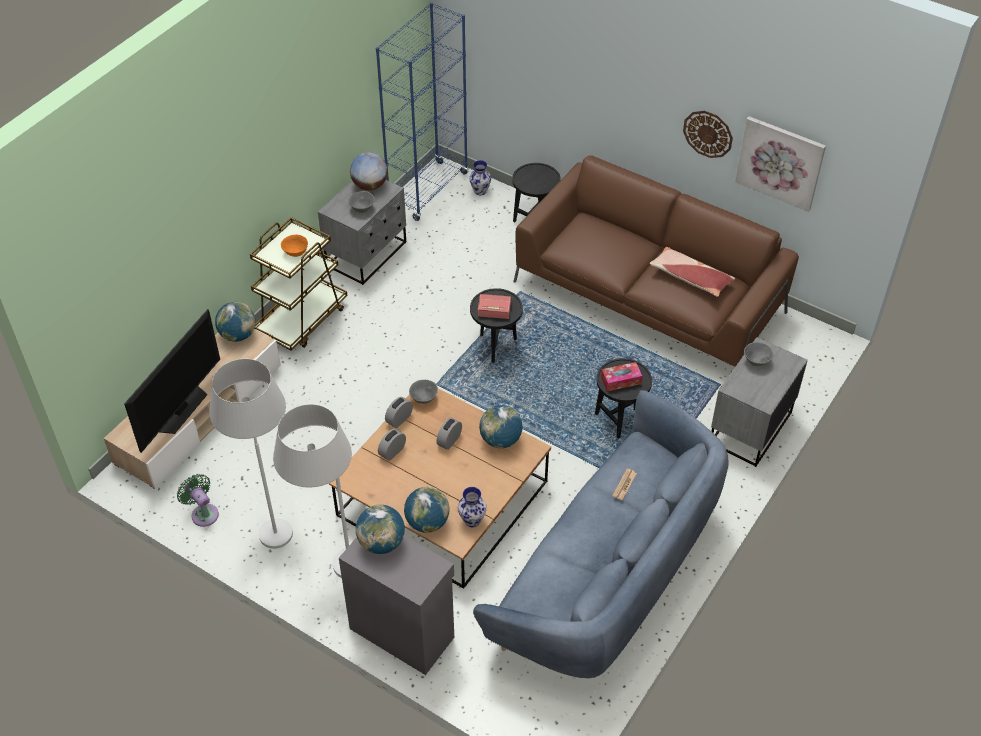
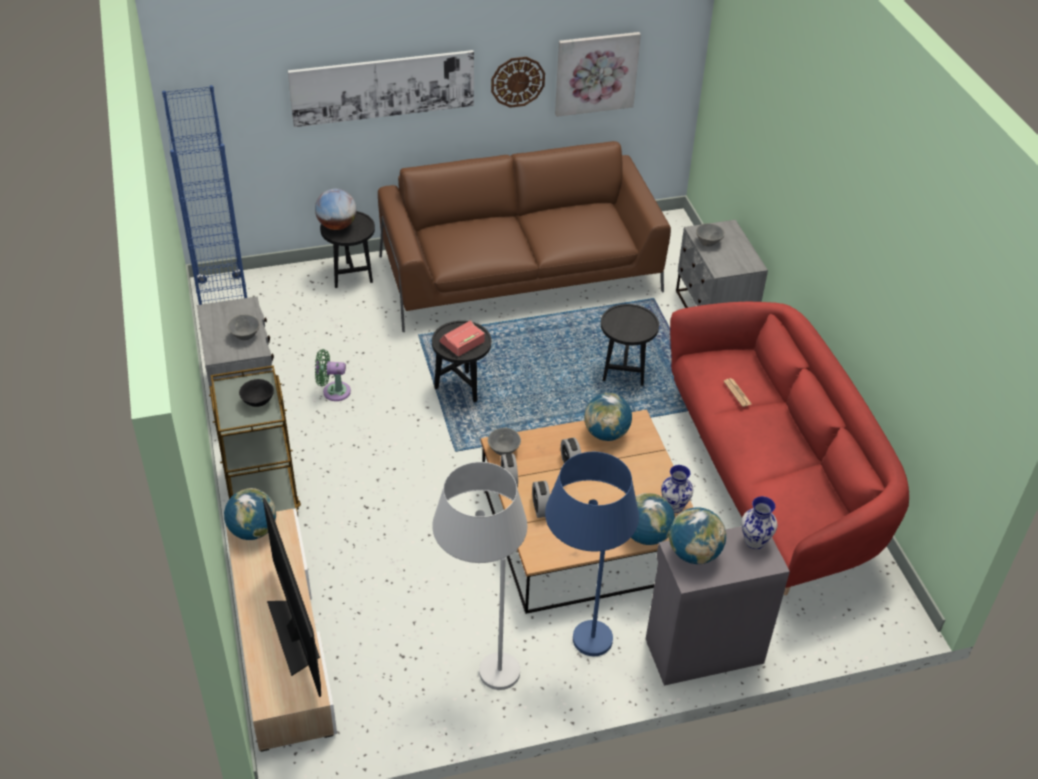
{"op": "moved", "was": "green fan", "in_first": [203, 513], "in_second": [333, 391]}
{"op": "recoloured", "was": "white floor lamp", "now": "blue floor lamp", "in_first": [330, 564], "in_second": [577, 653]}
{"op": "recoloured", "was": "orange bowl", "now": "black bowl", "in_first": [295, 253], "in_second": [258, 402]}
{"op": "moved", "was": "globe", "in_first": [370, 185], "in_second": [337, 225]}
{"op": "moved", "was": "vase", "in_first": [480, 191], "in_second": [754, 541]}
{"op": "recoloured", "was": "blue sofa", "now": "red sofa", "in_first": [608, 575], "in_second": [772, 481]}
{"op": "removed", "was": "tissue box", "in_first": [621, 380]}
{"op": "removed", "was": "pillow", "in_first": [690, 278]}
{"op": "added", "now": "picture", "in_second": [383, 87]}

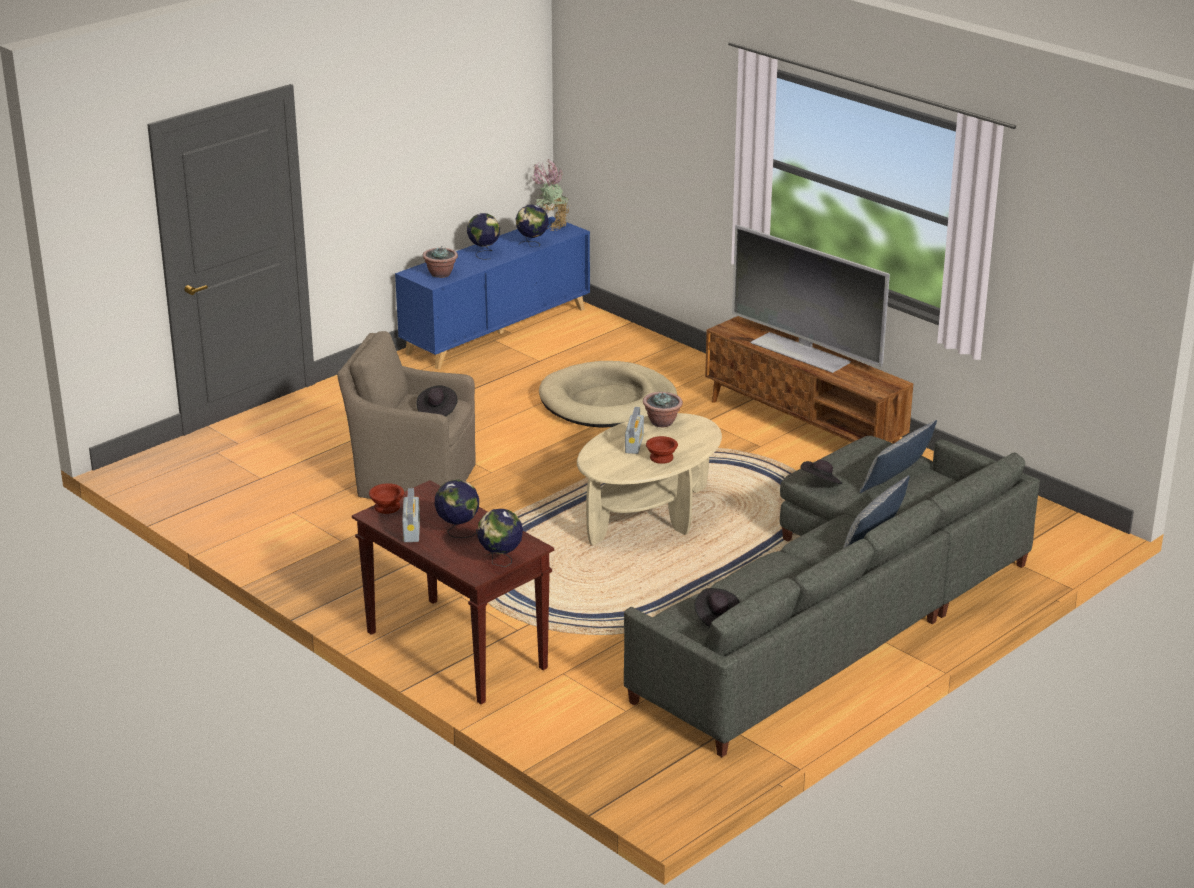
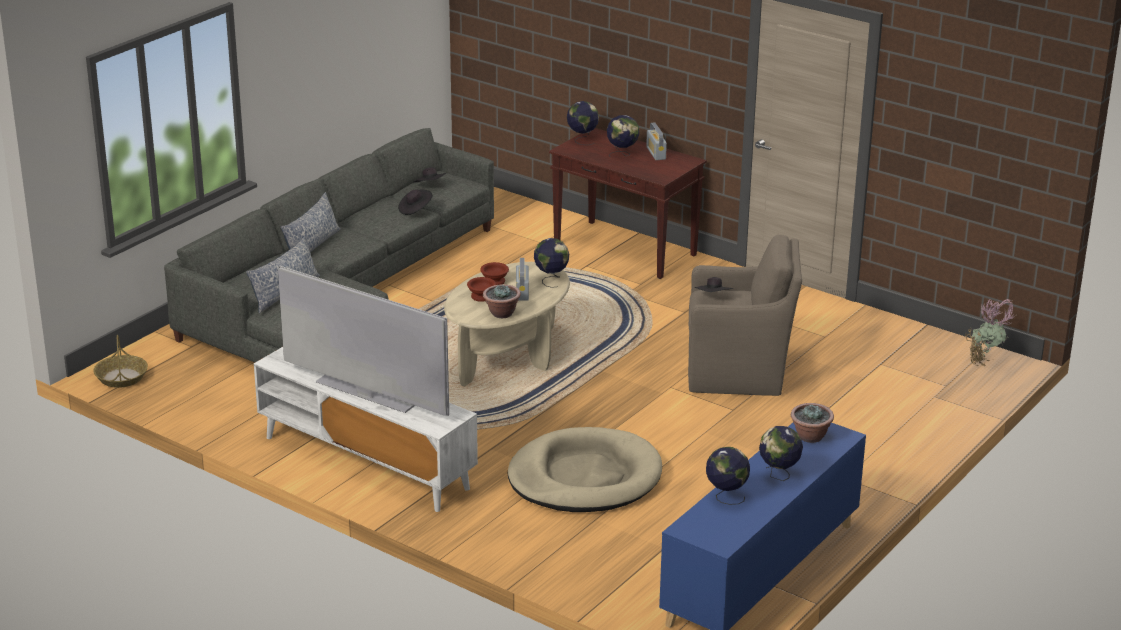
{"op": "moved", "was": "brown bowl", "in_first": [388, 508], "in_second": [480, 296]}
{"op": "moved", "was": "potted plant", "in_first": [552, 226], "in_second": [985, 363]}
{"op": "recoloured", "was": "brown tv stand", "now": "white tv stand", "in_first": [804, 428], "in_second": [365, 462]}
{"op": "moved", "was": "black hat", "in_first": [821, 483], "in_second": [415, 209]}
{"op": "added", "now": "basket", "in_second": [121, 377]}
{"op": "added", "now": "globe", "in_second": [551, 280]}

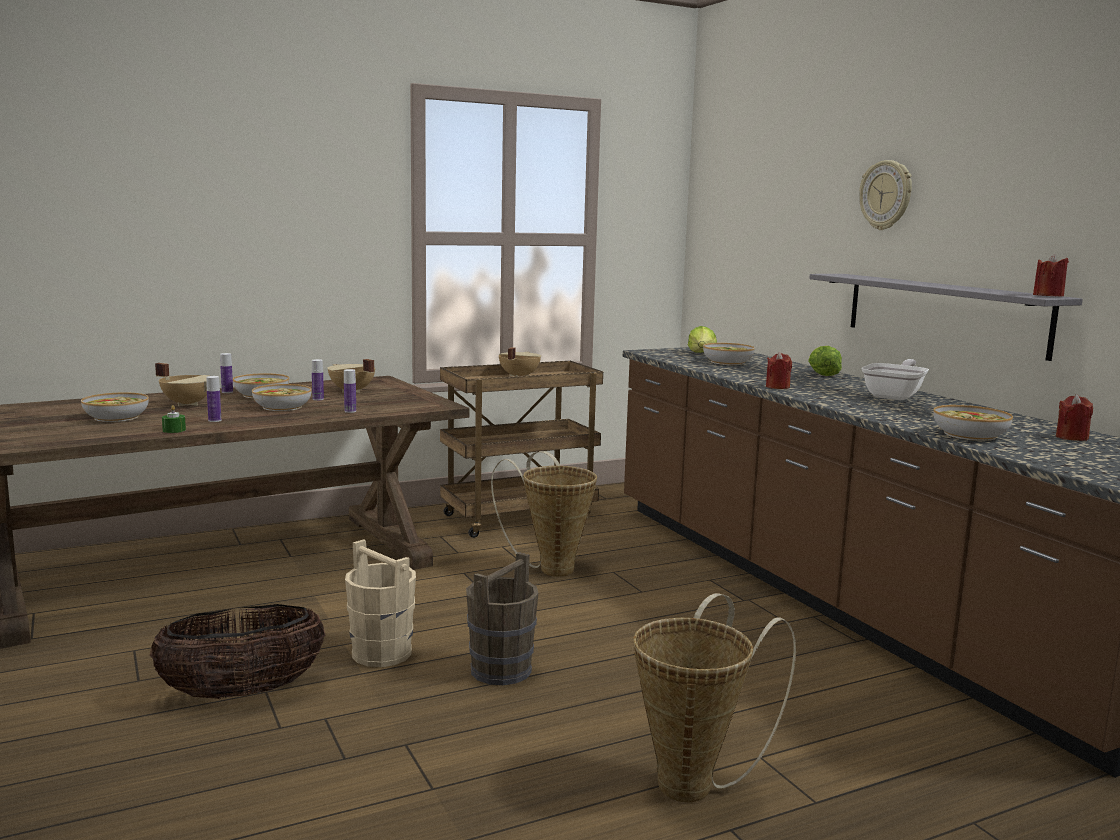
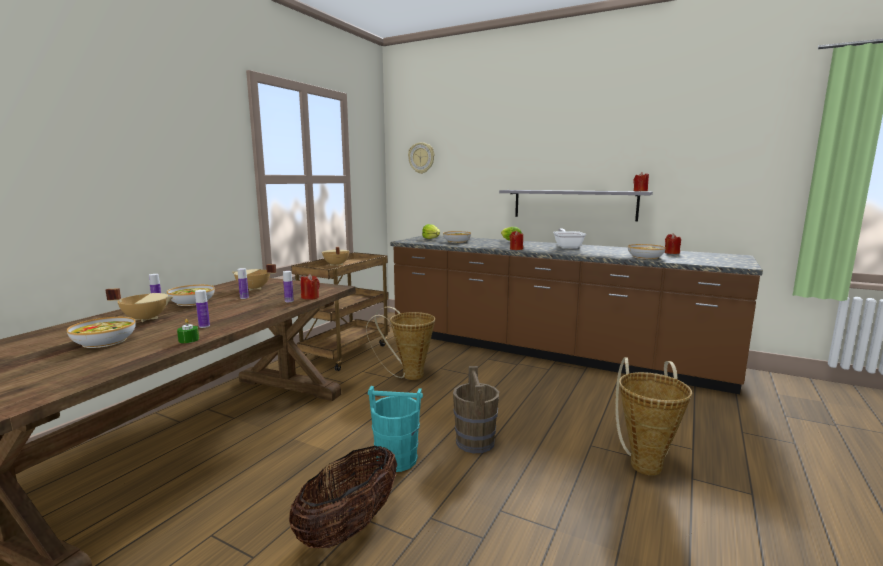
{"op": "removed", "was": "bowl", "in_first": [282, 407]}
{"op": "recoloured", "was": "beige bucket", "now": "turquoise bucket", "in_first": [381, 653], "in_second": [396, 459]}
{"op": "moved", "was": "wall clock", "in_first": [886, 195], "in_second": [421, 158]}
{"op": "added", "now": "red candle", "in_second": [310, 297]}

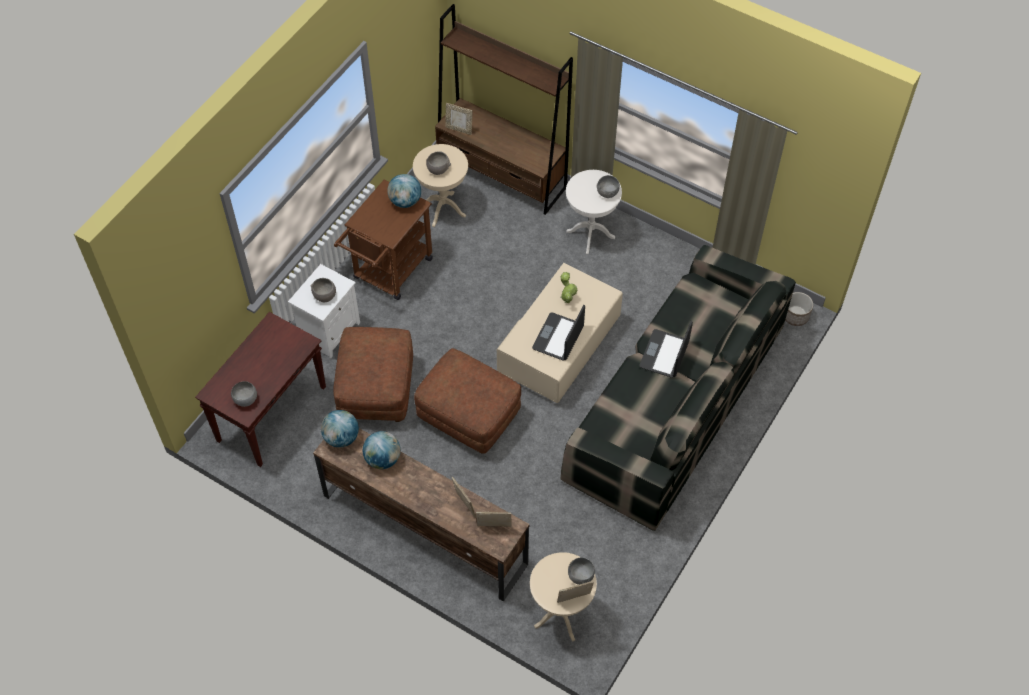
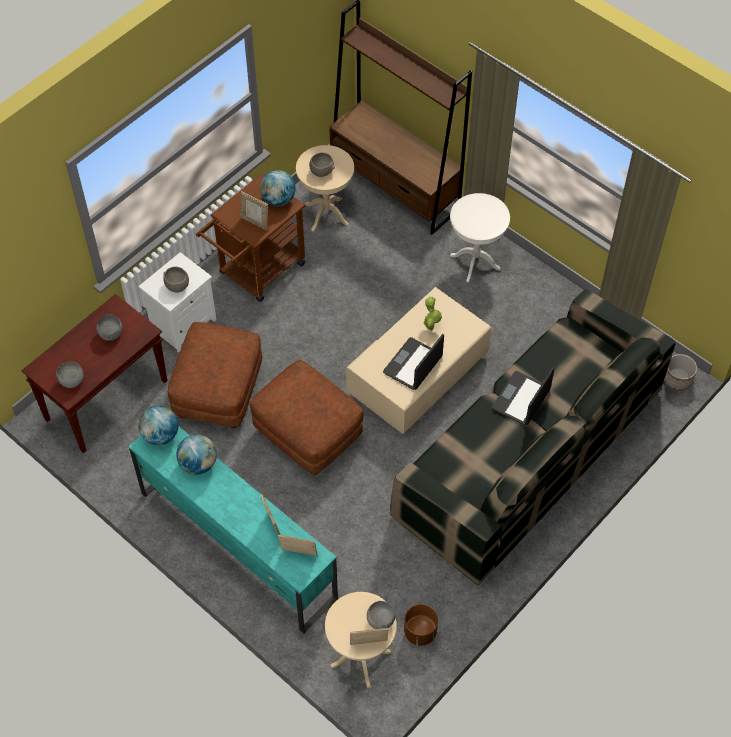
{"op": "recoloured", "was": "brown tv stand", "now": "turquoise tv stand", "in_first": [424, 529], "in_second": [237, 544]}
{"op": "moved", "was": "picture frame", "in_first": [459, 129], "in_second": [255, 222]}
{"op": "moved", "was": "grey bowl", "in_first": [608, 193], "in_second": [111, 334]}
{"op": "added", "now": "brown planter", "in_second": [420, 632]}

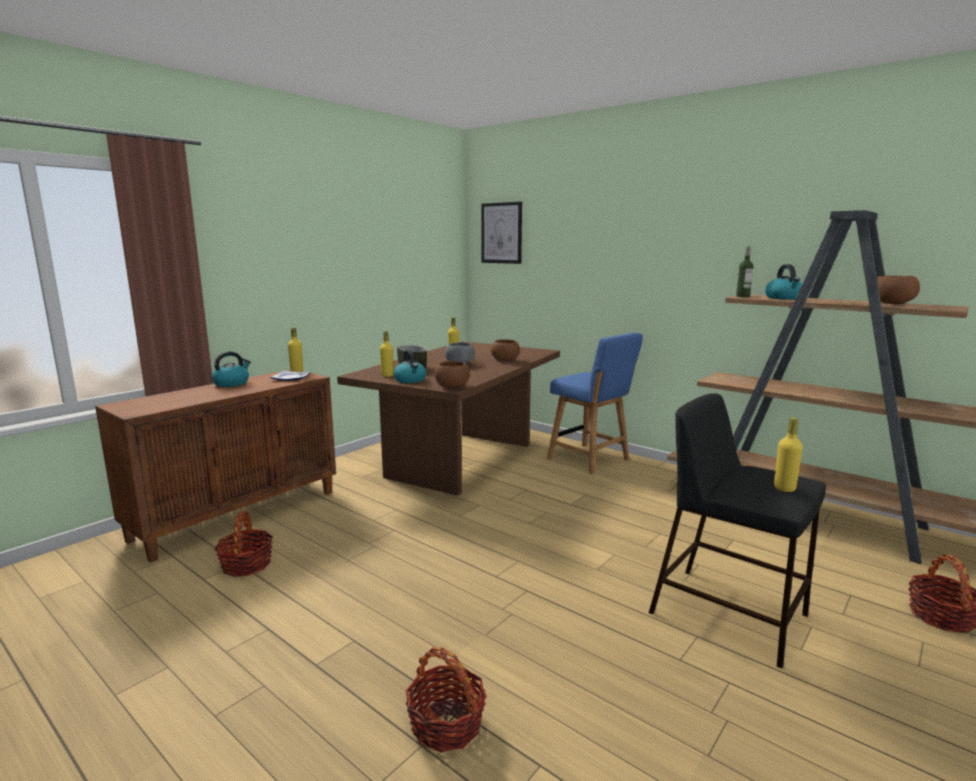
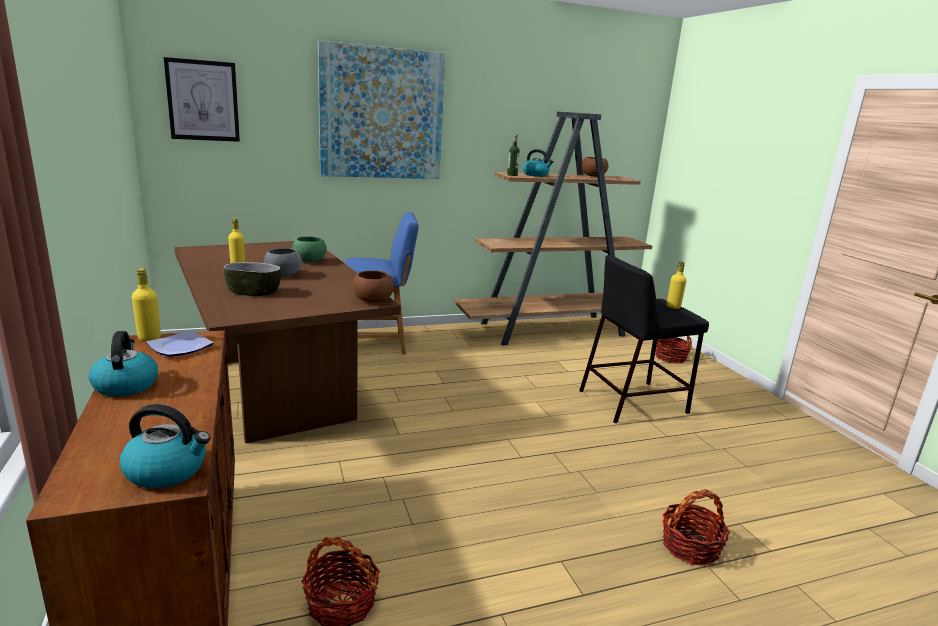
{"op": "removed", "was": "yellow bottle", "in_first": [387, 375]}
{"op": "moved", "was": "kettle", "in_first": [410, 380], "in_second": [168, 470]}
{"op": "recoloured", "was": "brown bowl", "now": "green bowl", "in_first": [505, 360], "in_second": [309, 261]}
{"op": "added", "now": "picture", "in_second": [382, 114]}

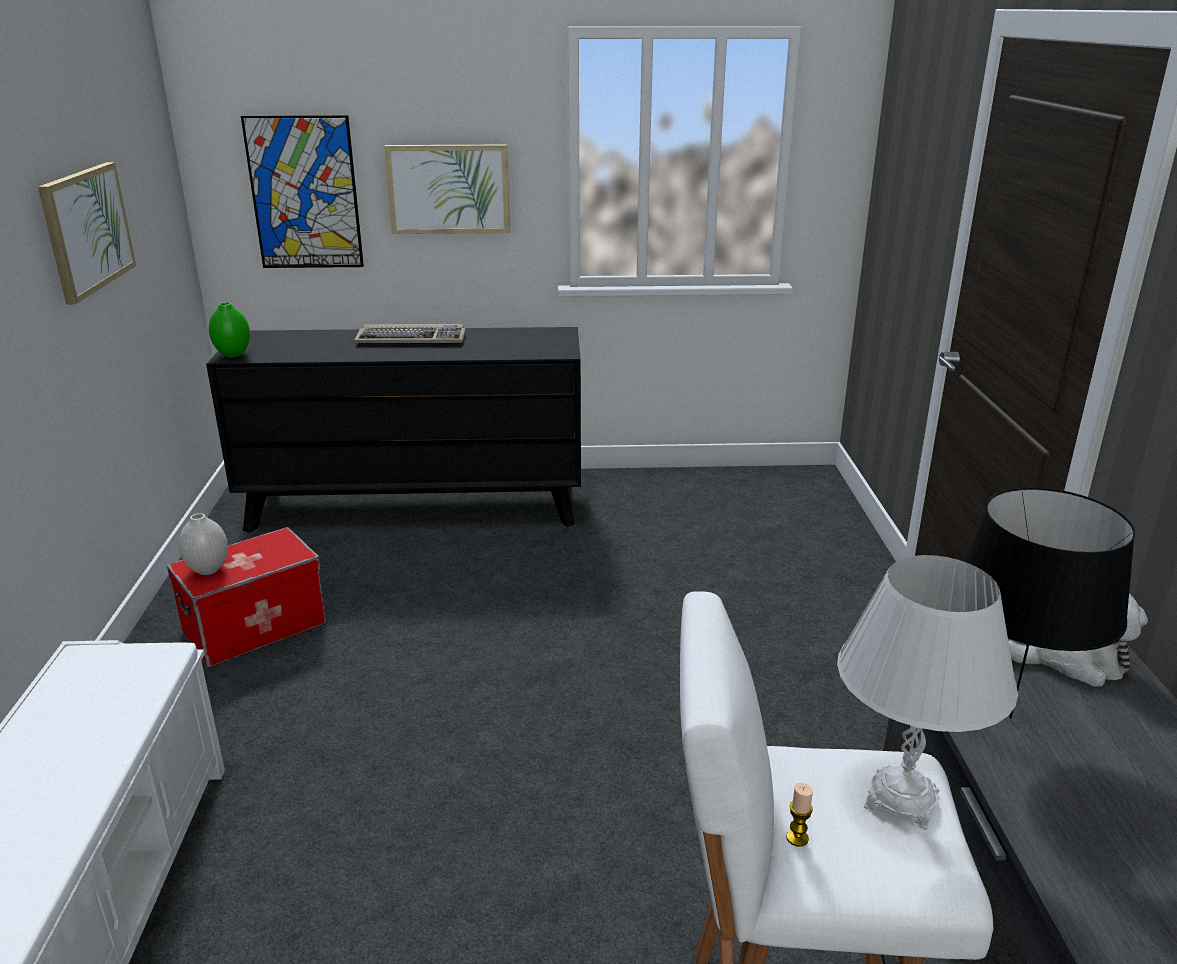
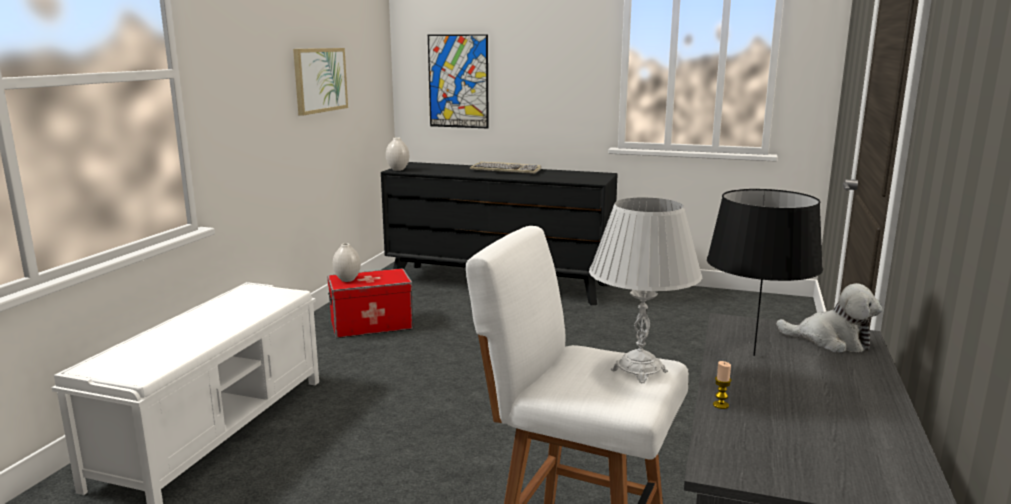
{"op": "recoloured", "was": "green vase", "now": "white vase", "in_first": [234, 354], "in_second": [398, 169]}
{"op": "removed", "was": "picture", "in_first": [448, 189]}
{"op": "moved", "was": "candle", "in_first": [797, 838], "in_second": [720, 405]}

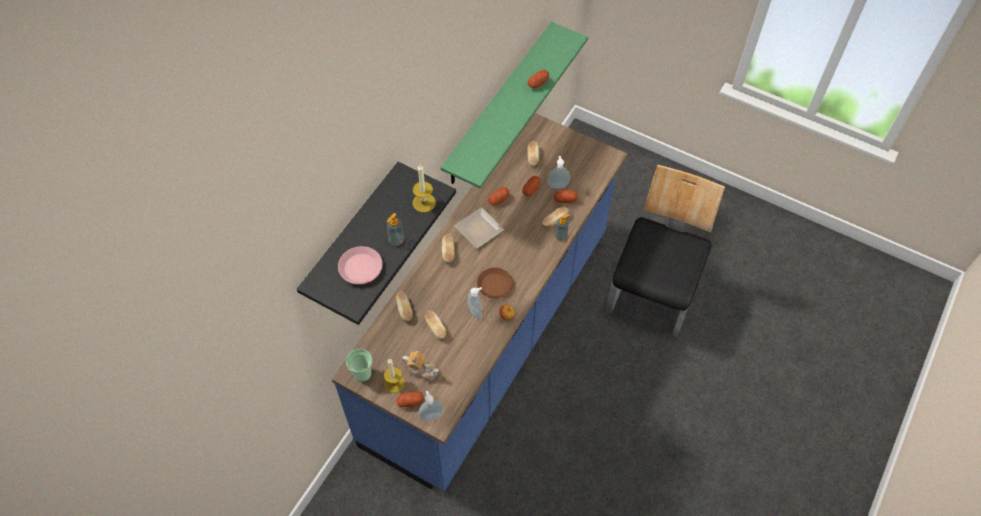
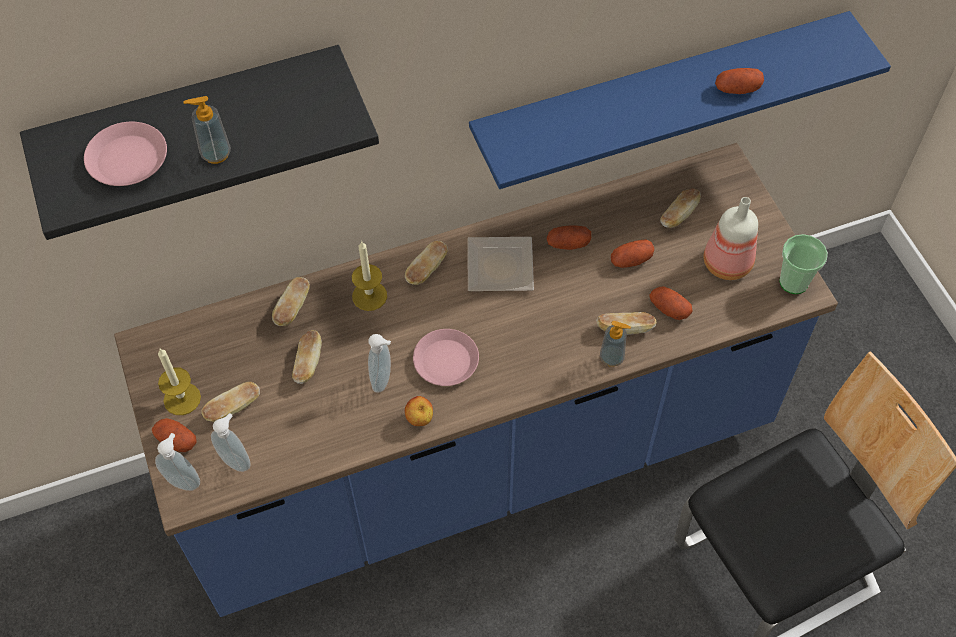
{"op": "moved", "was": "cup", "in_first": [362, 374], "in_second": [793, 282]}
{"op": "replaced", "was": "teapot", "now": "bread", "in_first": [422, 370], "in_second": [233, 408]}
{"op": "moved", "was": "candle", "in_first": [424, 202], "in_second": [369, 296]}
{"op": "recoloured", "was": "green shelf", "now": "blue shelf", "in_first": [498, 105], "in_second": [659, 93]}
{"op": "recoloured", "was": "brown plate", "now": "pink plate", "in_first": [495, 285], "in_second": [446, 361]}
{"op": "moved", "was": "soap dispenser", "in_first": [558, 185], "in_second": [236, 460]}
{"op": "added", "now": "bottle", "in_second": [727, 265]}

